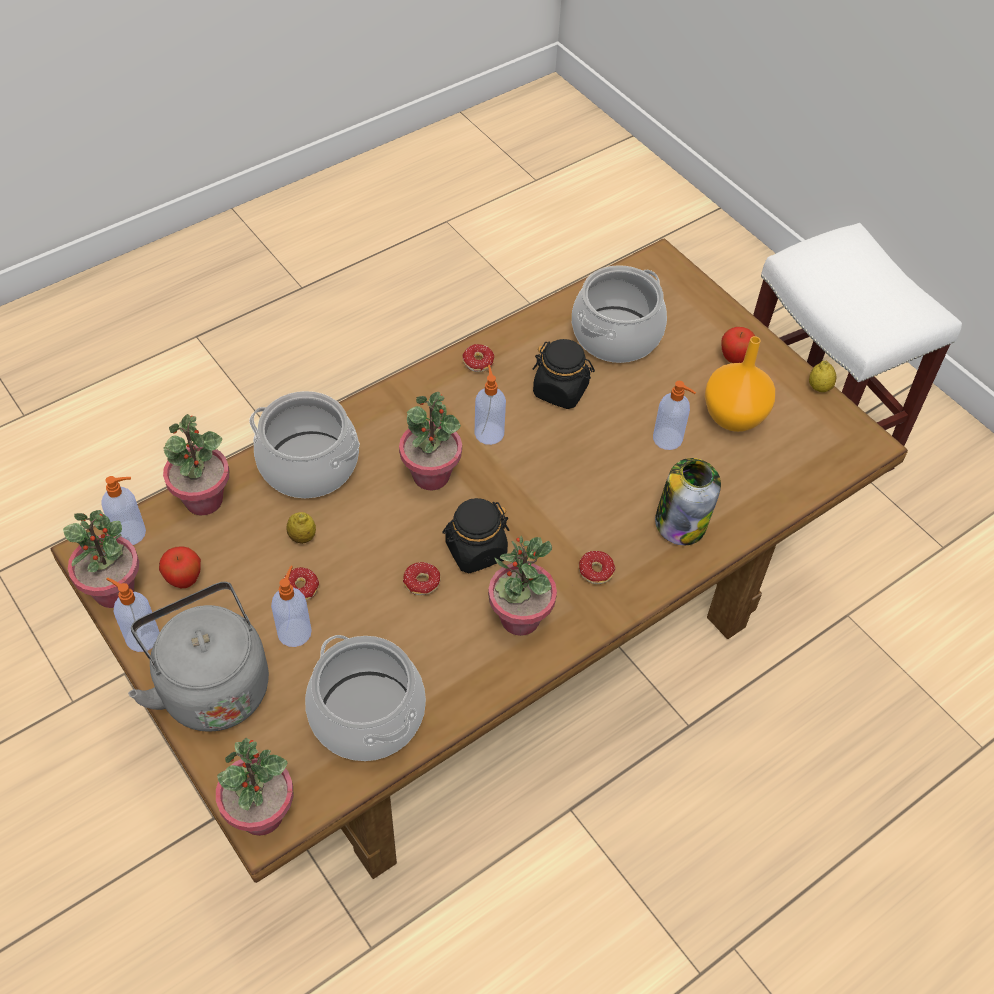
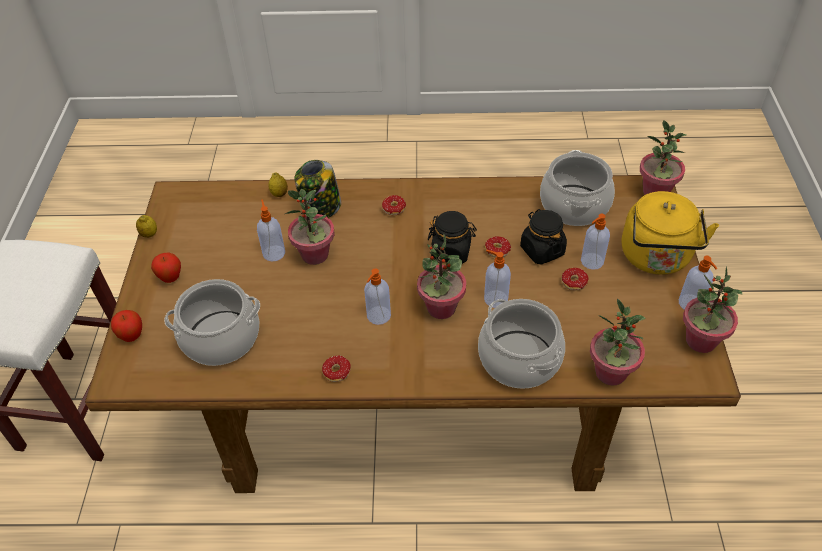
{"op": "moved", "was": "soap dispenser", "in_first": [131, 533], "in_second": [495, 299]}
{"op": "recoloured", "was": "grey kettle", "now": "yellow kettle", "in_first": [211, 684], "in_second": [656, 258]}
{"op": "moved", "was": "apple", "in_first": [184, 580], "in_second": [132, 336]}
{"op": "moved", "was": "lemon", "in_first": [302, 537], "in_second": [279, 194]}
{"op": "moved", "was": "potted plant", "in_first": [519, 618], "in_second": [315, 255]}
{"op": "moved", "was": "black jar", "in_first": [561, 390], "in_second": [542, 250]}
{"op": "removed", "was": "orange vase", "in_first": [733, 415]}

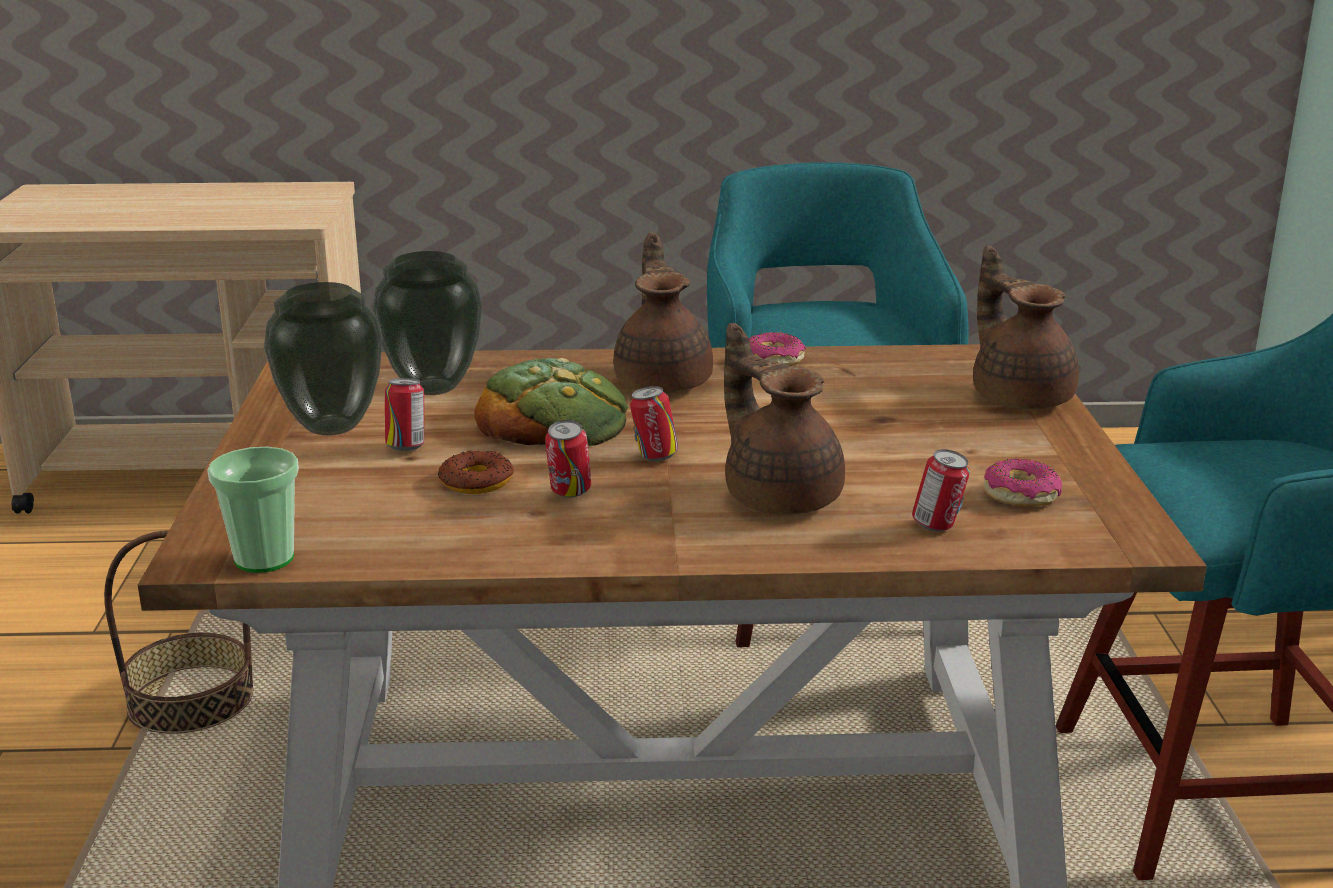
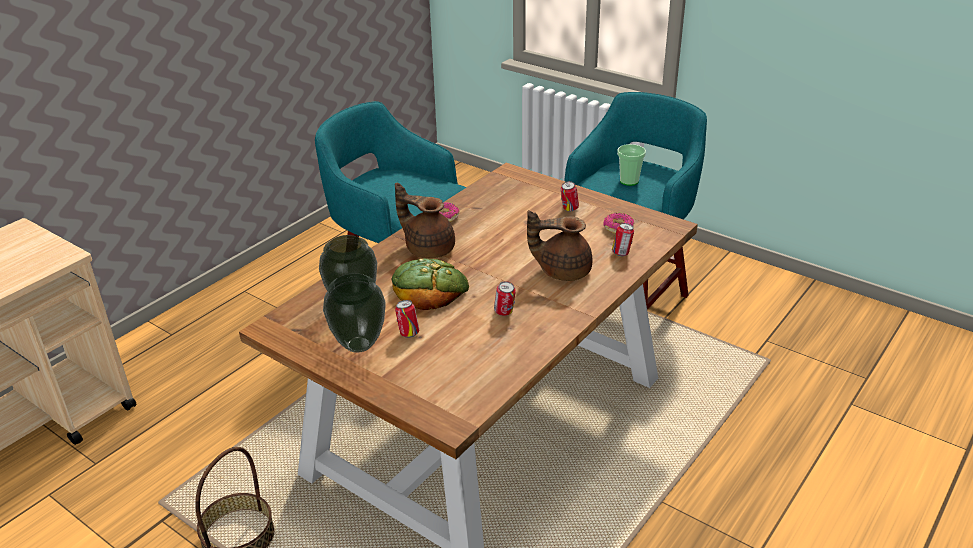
{"op": "moved", "was": "cup", "in_first": [264, 559], "in_second": [629, 181]}
{"op": "removed", "was": "donut", "in_first": [476, 481]}
{"op": "moved", "was": "can", "in_first": [654, 457], "in_second": [569, 209]}
{"op": "removed", "was": "brown teapot", "in_first": [1019, 396]}

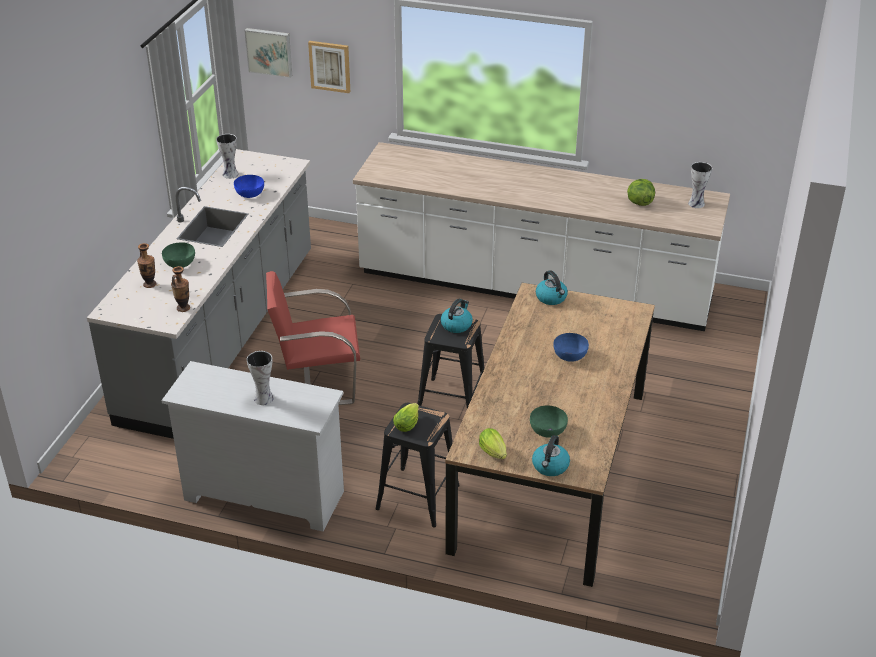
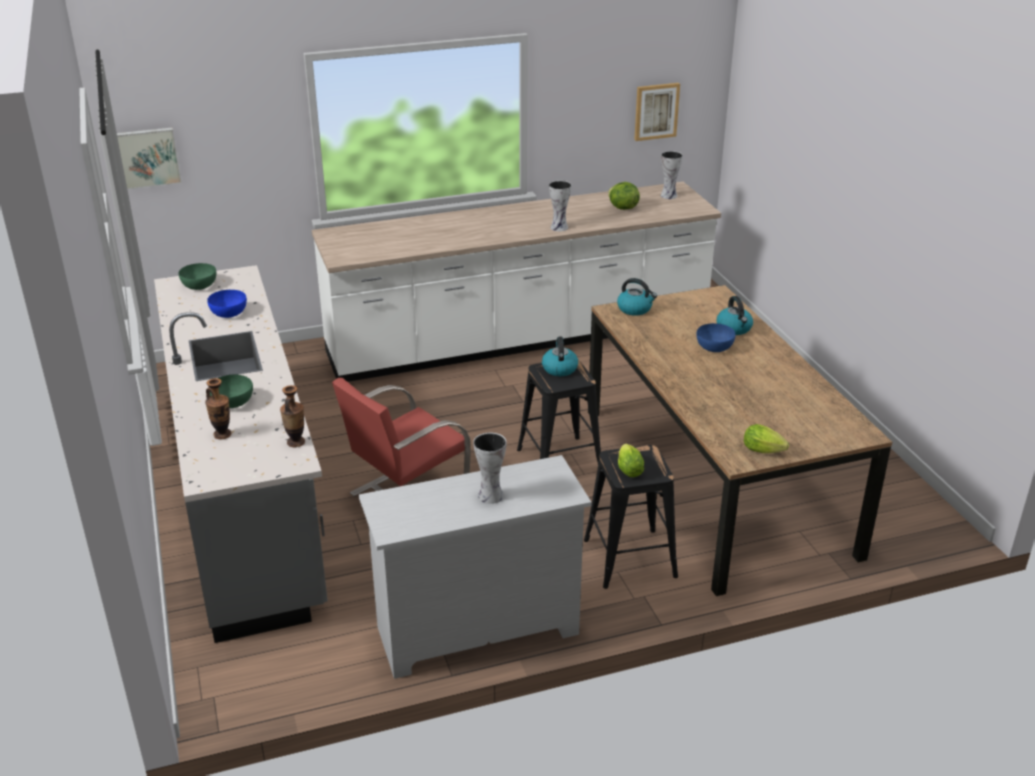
{"op": "moved", "was": "vase", "in_first": [231, 174], "in_second": [560, 227]}
{"op": "moved", "was": "picture", "in_first": [330, 66], "in_second": [656, 111]}
{"op": "moved", "was": "green bowl", "in_first": [548, 430], "in_second": [199, 285]}
{"op": "moved", "was": "kettle", "in_first": [550, 466], "in_second": [734, 328]}

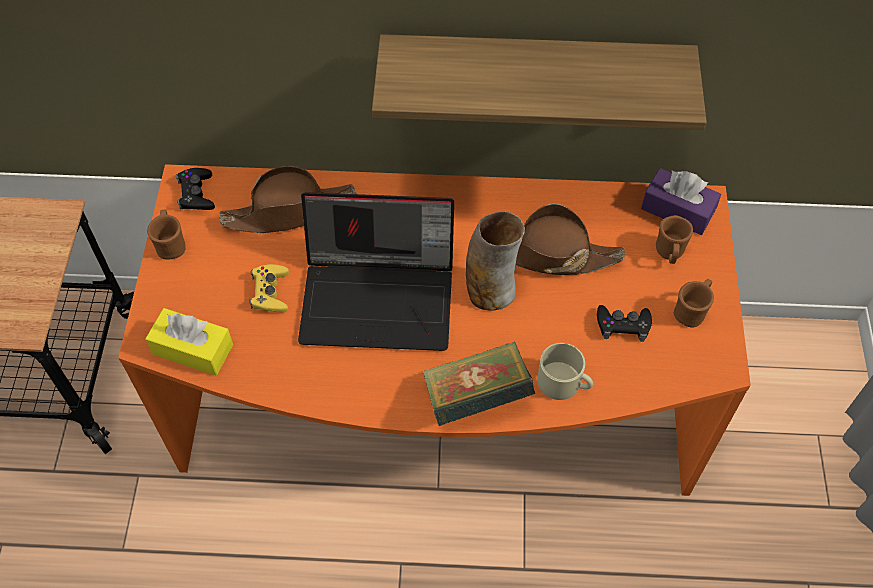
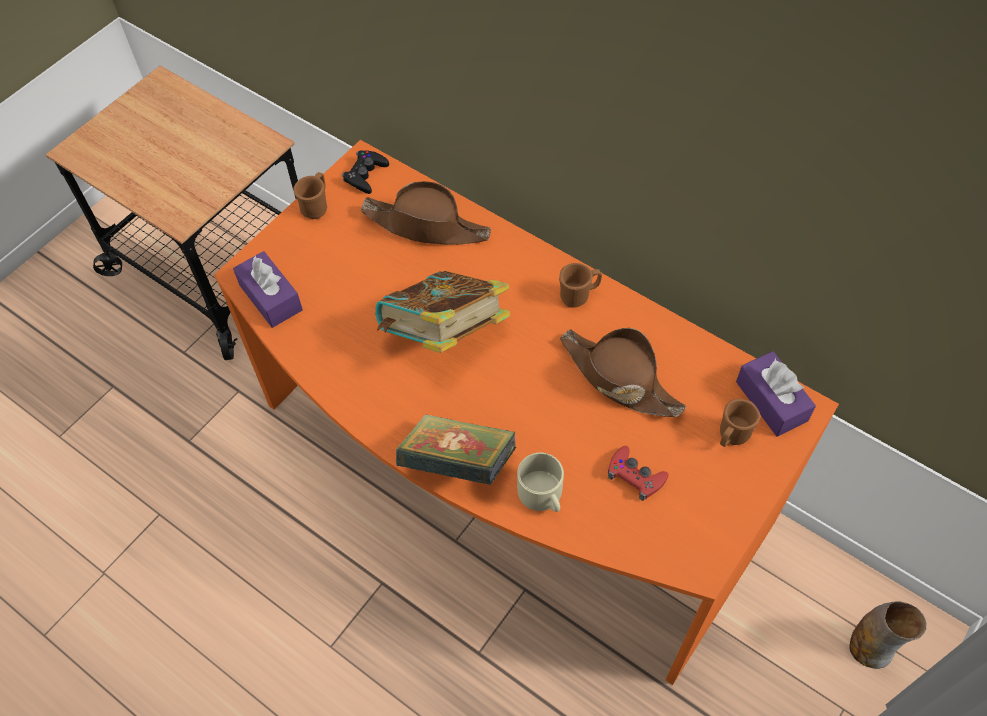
{"op": "recoloured", "was": "yellow tissue box", "now": "purple tissue box", "in_first": [193, 349], "in_second": [270, 297]}
{"op": "removed", "was": "yellow game controller", "in_first": [270, 292]}
{"op": "replaced", "was": "laptop", "now": "book", "in_first": [380, 297], "in_second": [444, 335]}
{"op": "removed", "was": "shelf", "in_first": [534, 74]}
{"op": "moved", "was": "vase", "in_first": [491, 290], "in_second": [871, 647]}
{"op": "recoloured", "was": "black game controller", "now": "red game controller", "in_first": [623, 325], "in_second": [635, 476]}
{"op": "moved", "was": "brown mug", "in_first": [691, 311], "in_second": [579, 295]}

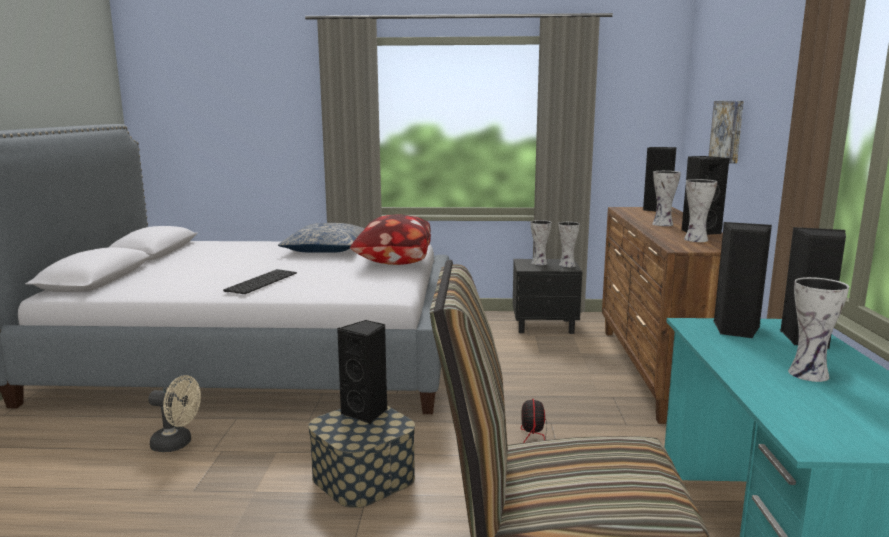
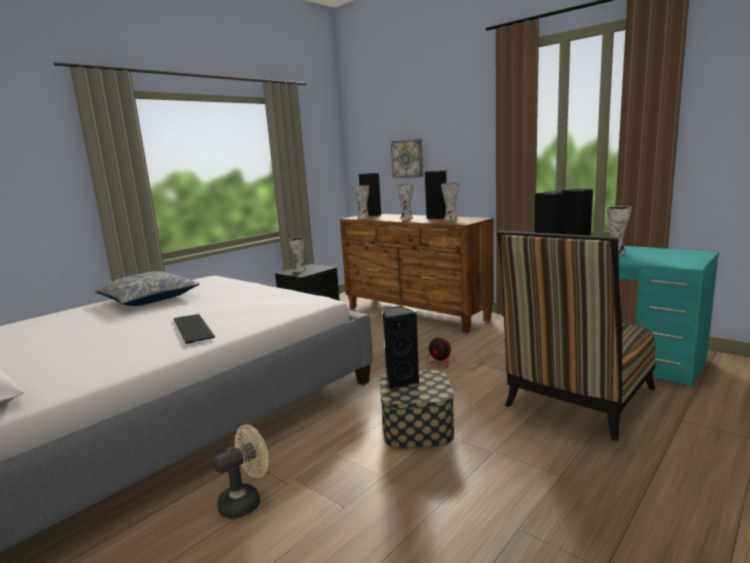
{"op": "removed", "was": "pillow", "in_first": [393, 262]}
{"op": "moved", "was": "vase", "in_first": [566, 265], "in_second": [363, 218]}

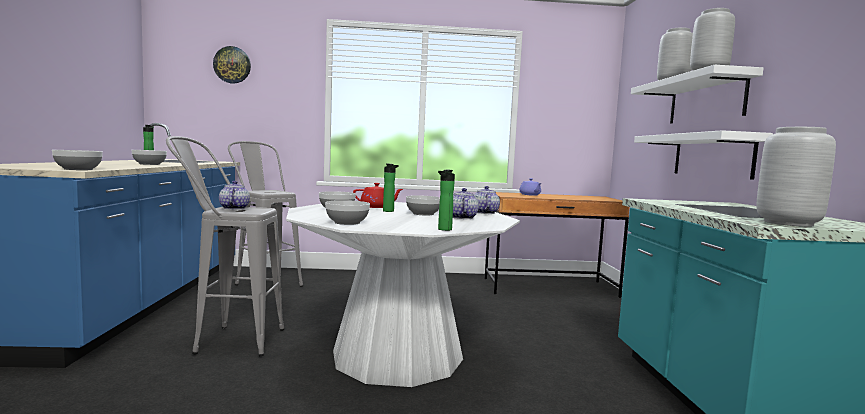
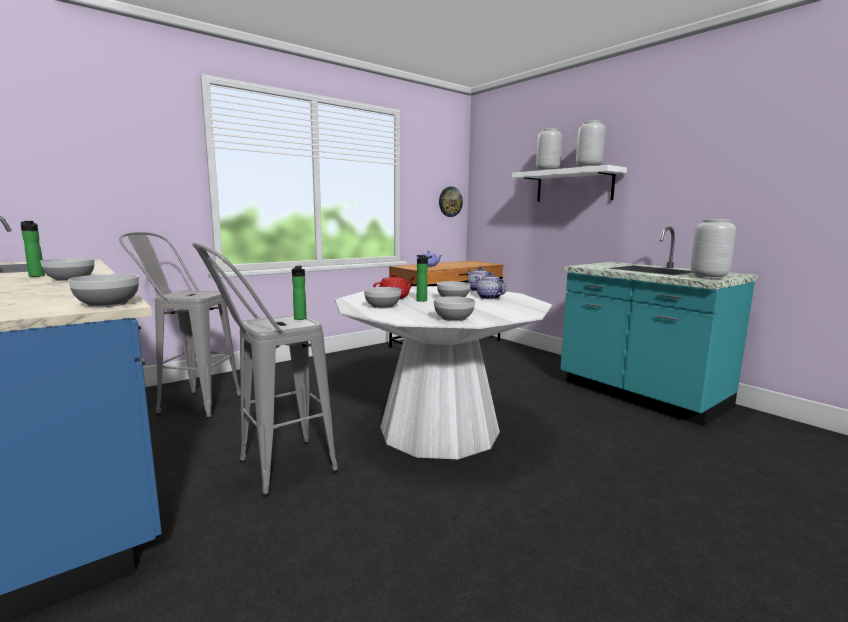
{"op": "moved", "was": "wall clock", "in_first": [232, 65], "in_second": [450, 201]}
{"op": "removed", "was": "teapot", "in_first": [234, 208]}
{"op": "moved", "was": "bottle", "in_first": [443, 230], "in_second": [300, 319]}
{"op": "removed", "was": "white shelf", "in_first": [712, 156]}

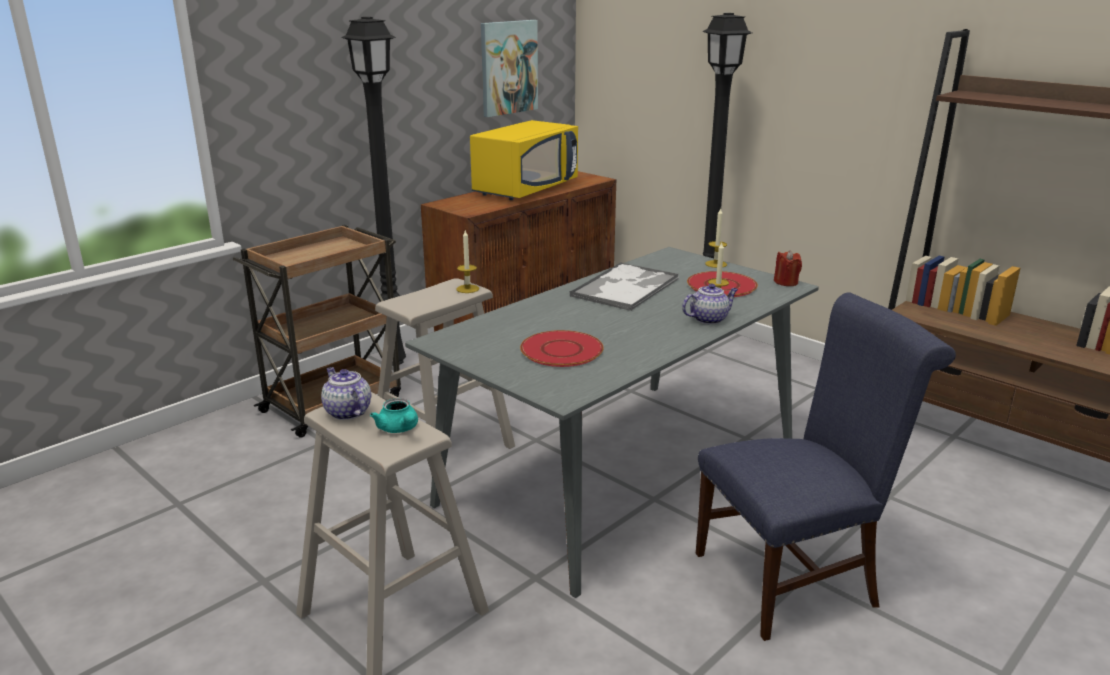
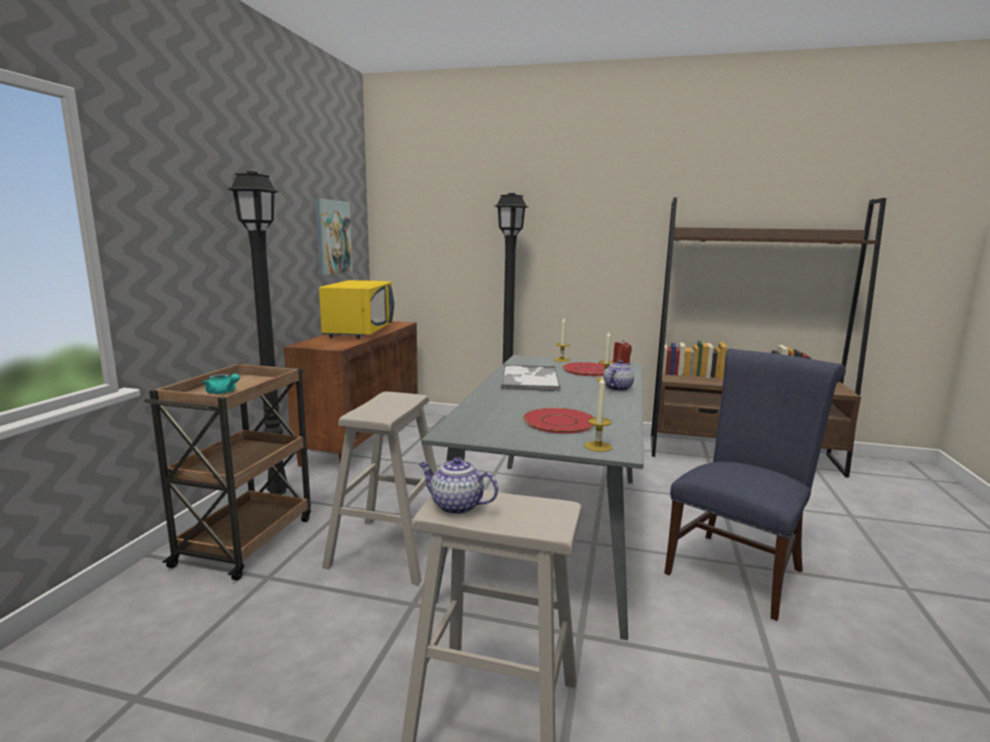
{"op": "moved", "was": "turquoise teapot", "in_first": [399, 429], "in_second": [223, 392]}
{"op": "moved", "was": "candle", "in_first": [467, 289], "in_second": [598, 446]}

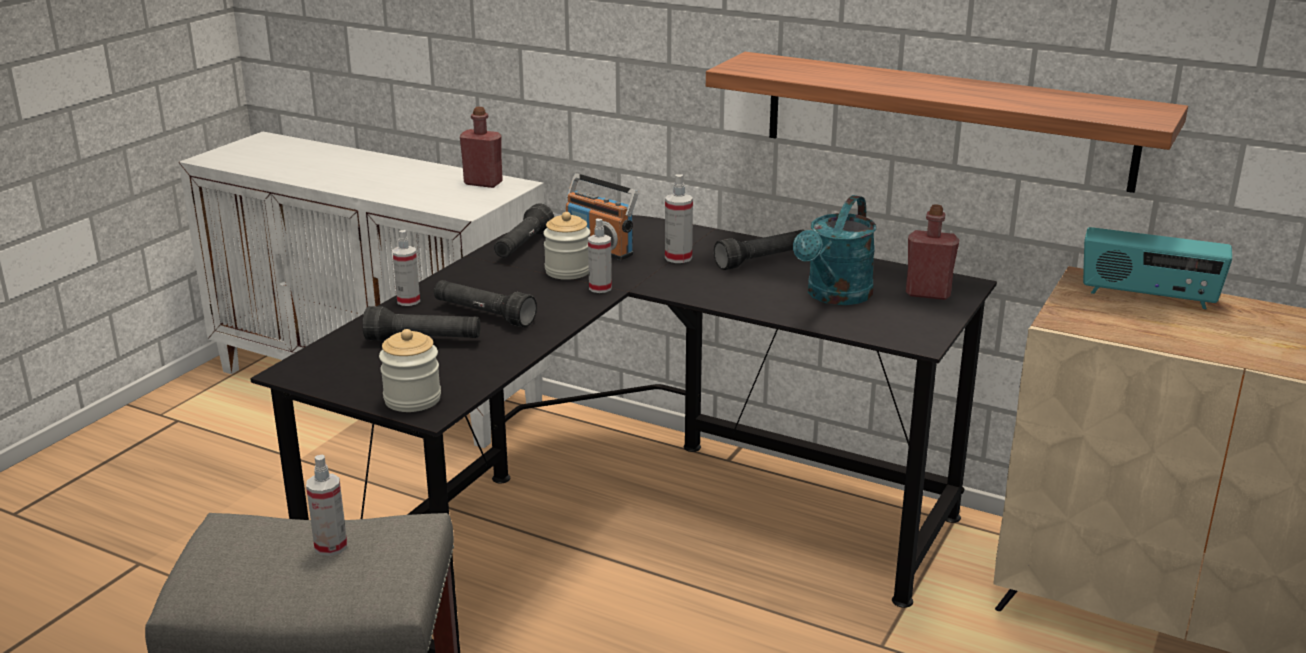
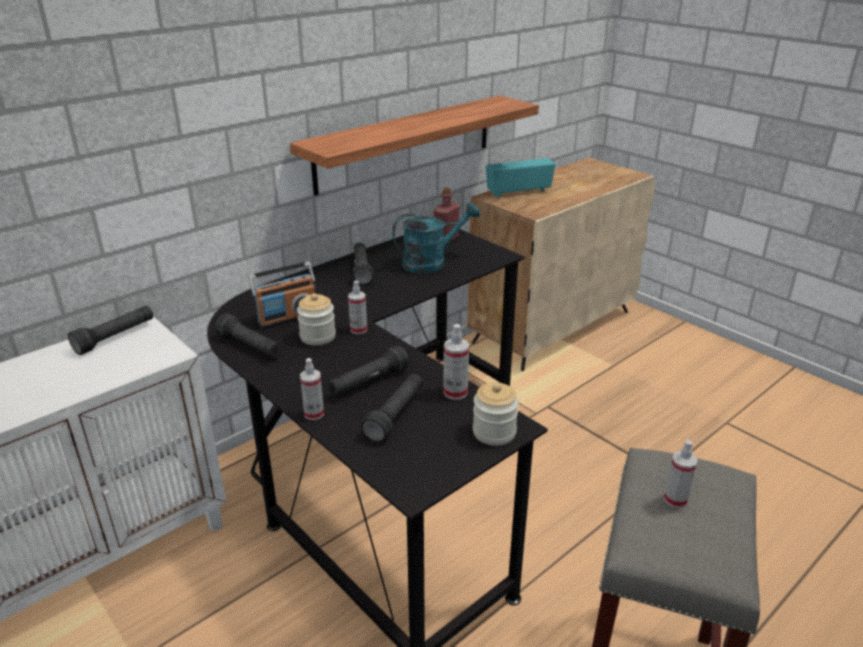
{"op": "replaced", "was": "red bottle", "now": "black flashlight", "in_first": [483, 183], "in_second": [116, 337]}
{"op": "moved", "was": "spray bottle", "in_first": [678, 258], "in_second": [455, 392]}
{"op": "turned", "was": "turquoise watering can", "in_first": [835, 296], "in_second": [431, 262], "clockwise": -75}
{"op": "turned", "was": "radio", "in_first": [1148, 297], "in_second": [518, 192], "clockwise": -150}

